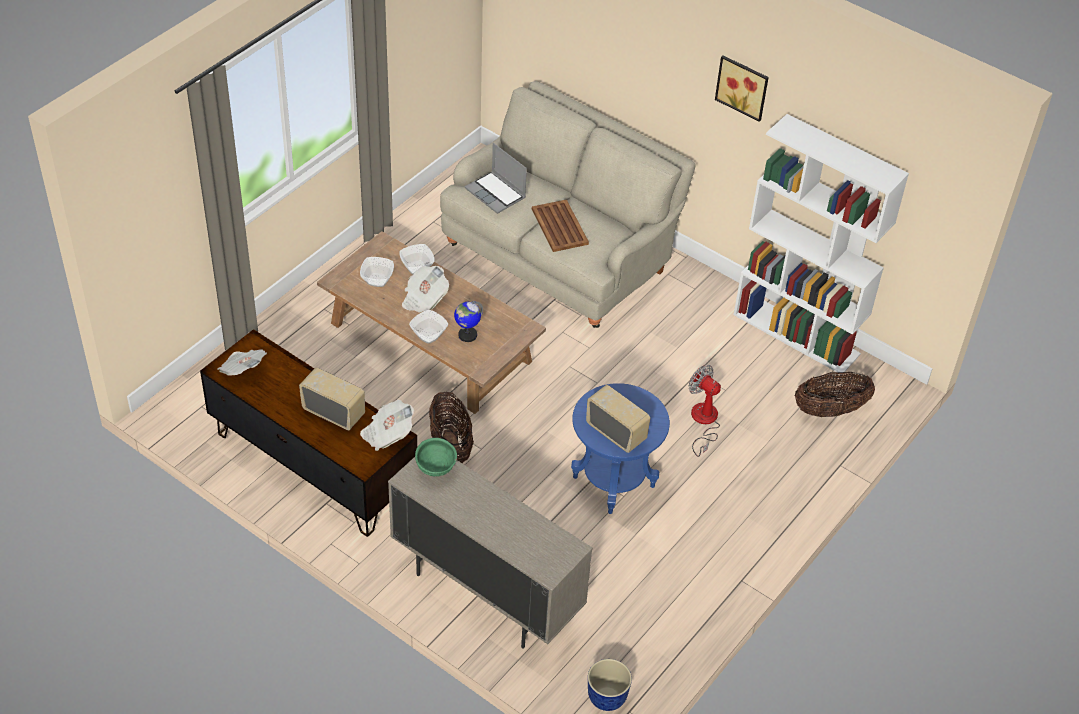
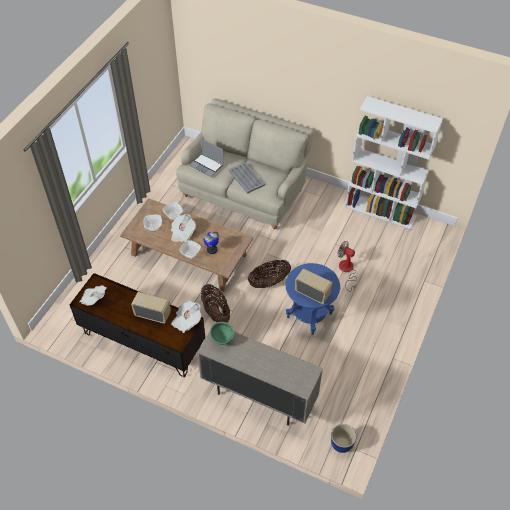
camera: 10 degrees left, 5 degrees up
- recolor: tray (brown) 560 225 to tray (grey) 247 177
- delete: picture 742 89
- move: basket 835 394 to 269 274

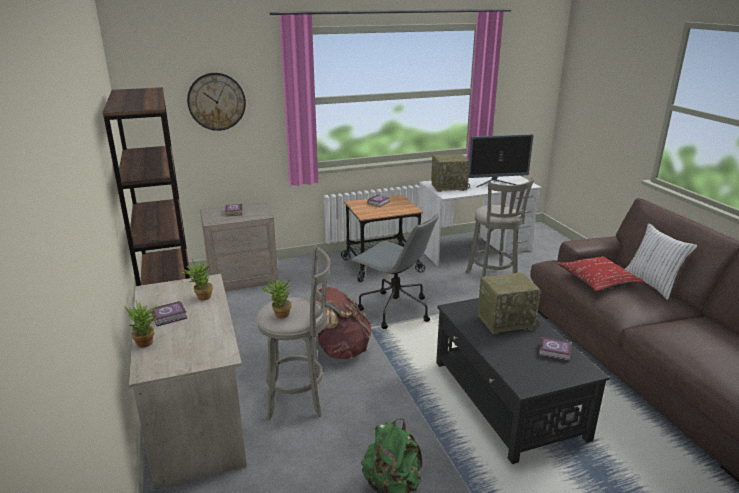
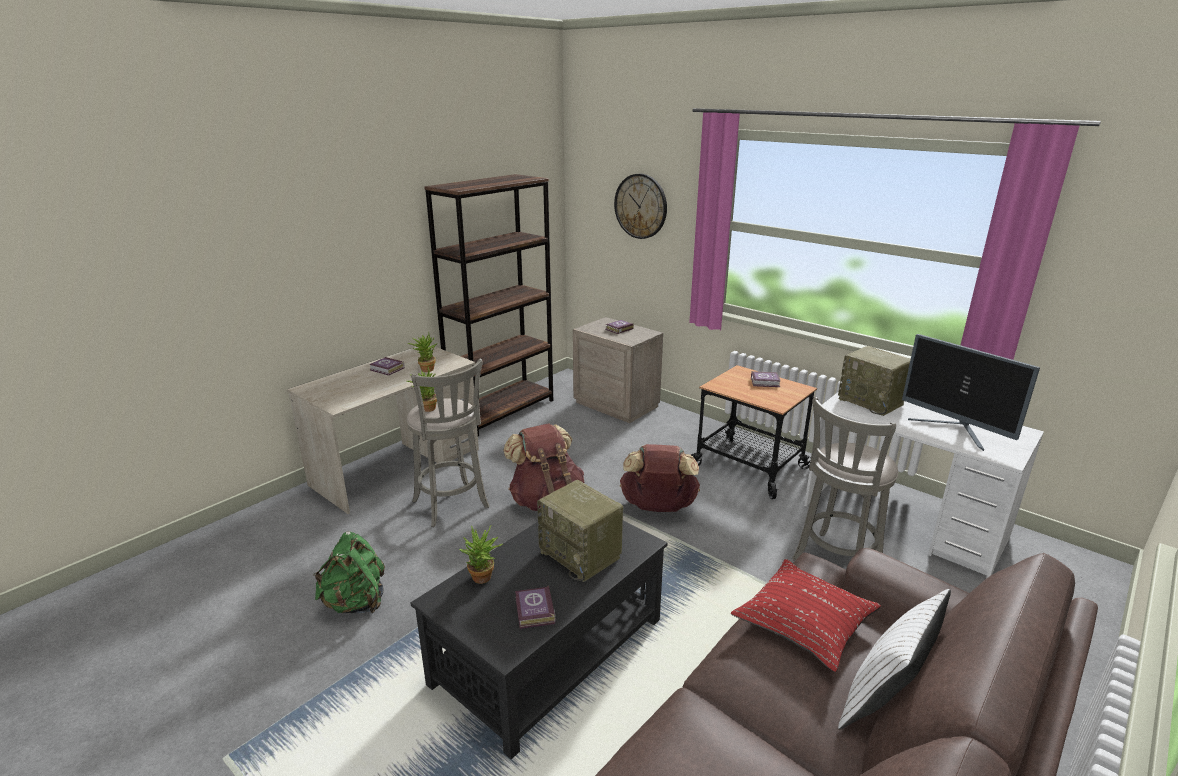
camera: 60 degrees right, 0 degrees up
- move: potted plant 142 324 to 481 554
- replace: office chair (grey) 394 271 to backpack (brown) 660 478

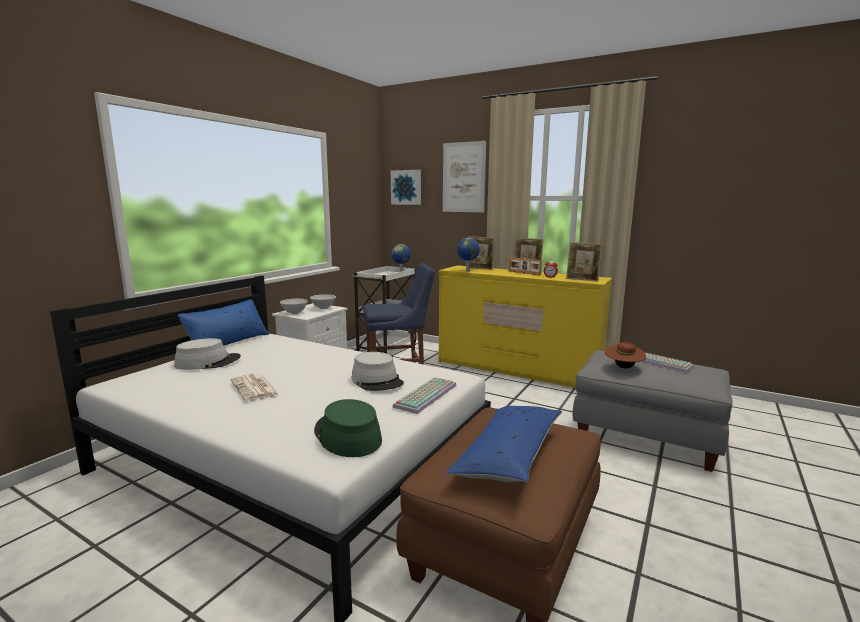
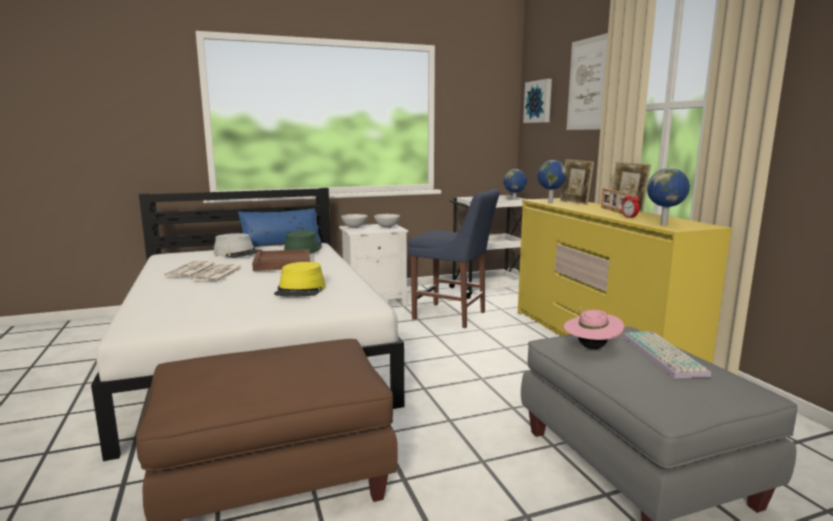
camera: 40 degrees right, 0 degrees up
- move: hat (green) 348 428 to 303 242
- recolor: hat (grey) 377 371 to hat (yellow) 300 279
- delete: keyboard 424 395
- delete: pillow (blue) 504 444
- replace: picture frame 584 262 to globe 668 196
- recolor: hat (brown) 625 355 to hat (pink) 593 328
- insert: newspaper 191 269
- insert: tray (brown) 281 260

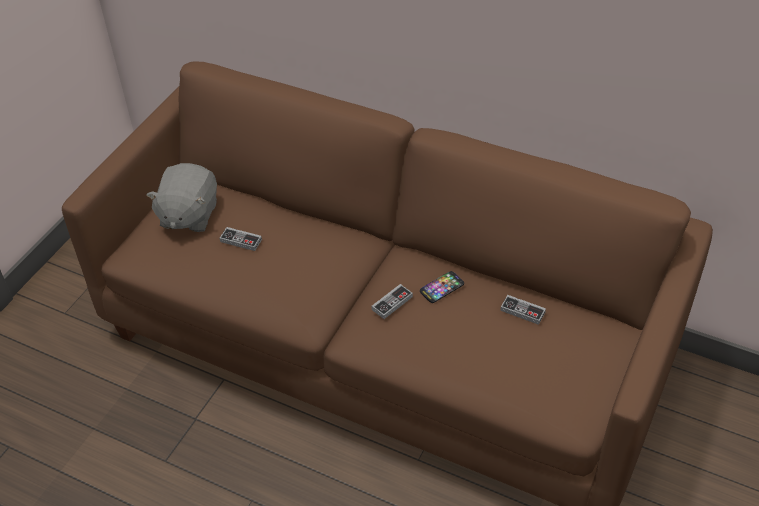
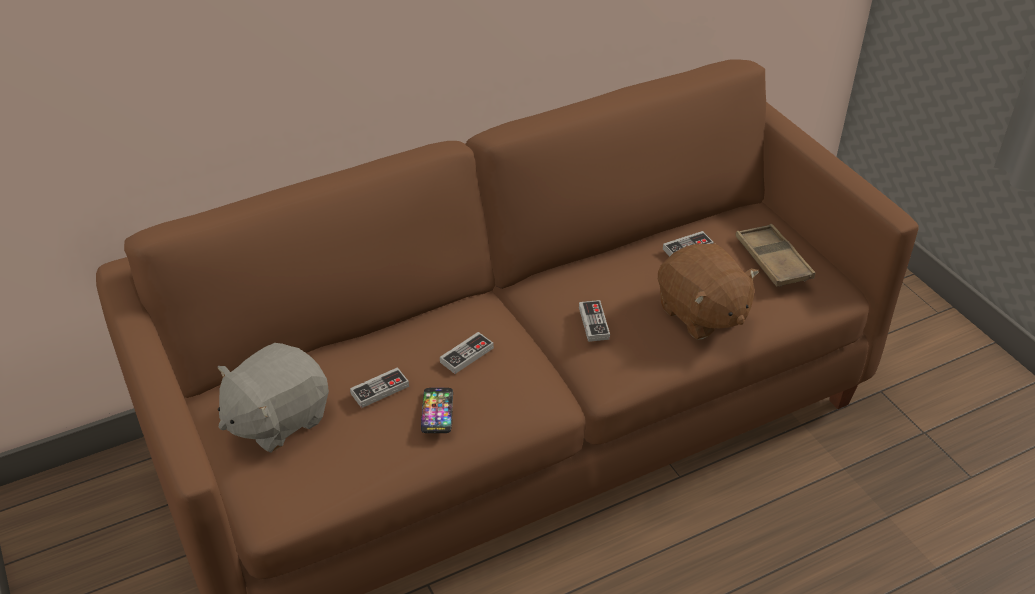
camera: 55 degrees left, 5 degrees down
- rotate: plush toy (grey) 181 197 = 273 397 90 degrees clockwise
- move: phone 442 287 to 437 410
- insert: game controller 467 353
- insert: plush toy (brown) 708 291
- insert: tray (brown) 775 255

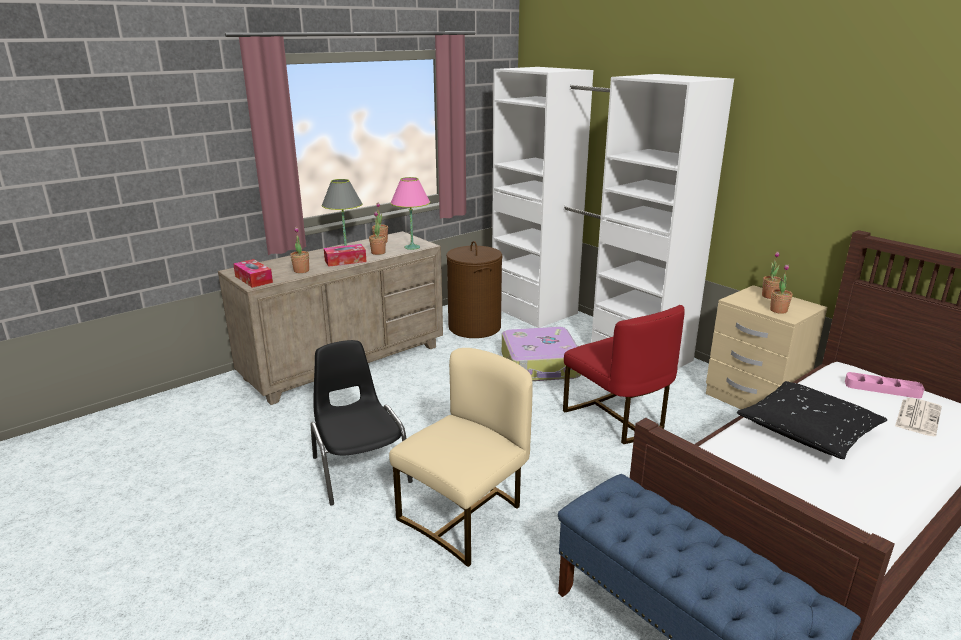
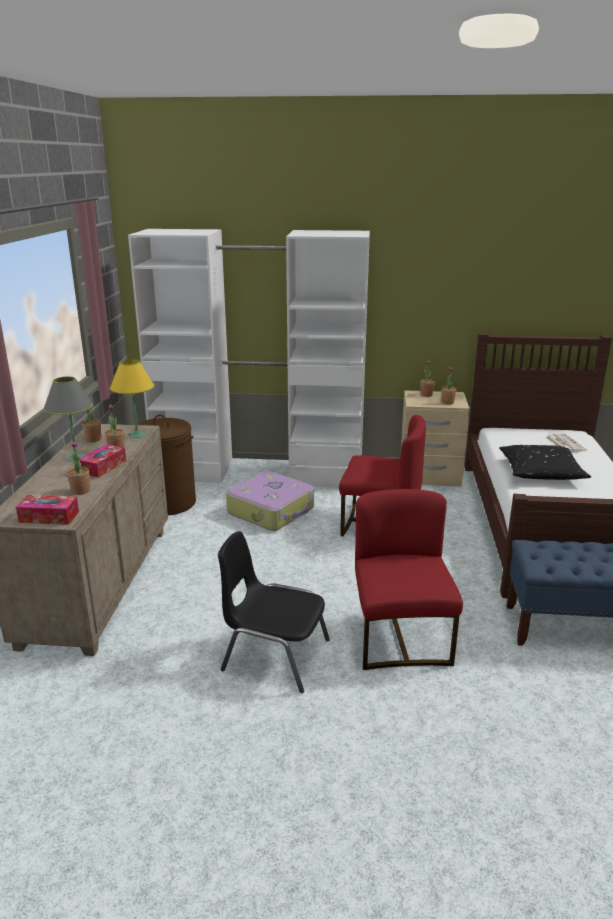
camera: 45 degrees left, 0 degrees up
- recolor: chair (beige) 461 457 to chair (red) 409 579
- recolor: table lamp (pink) 410 213 to table lamp (yellow) 132 398
- delete: tray (pink) 884 385

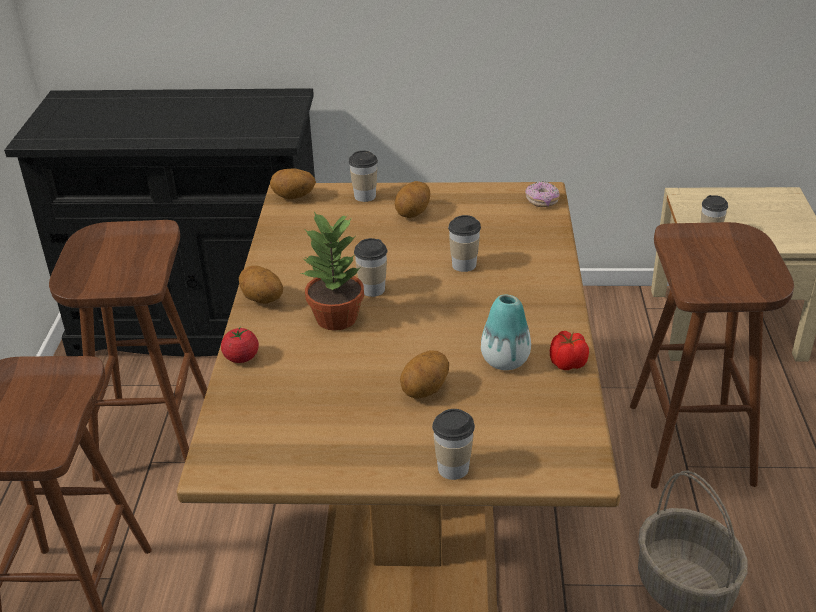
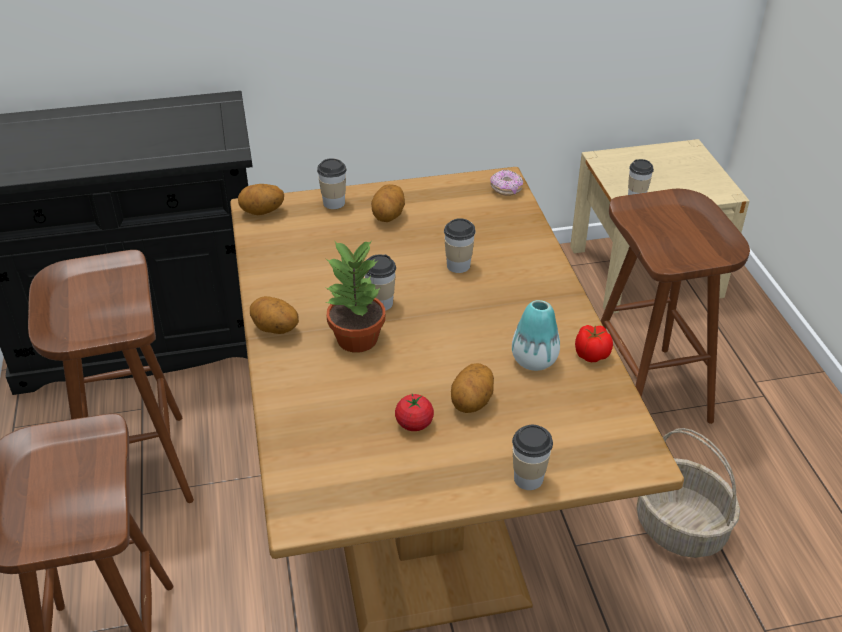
camera: 15 degrees left, 5 degrees up
- move: tomato 240 344 to 414 412

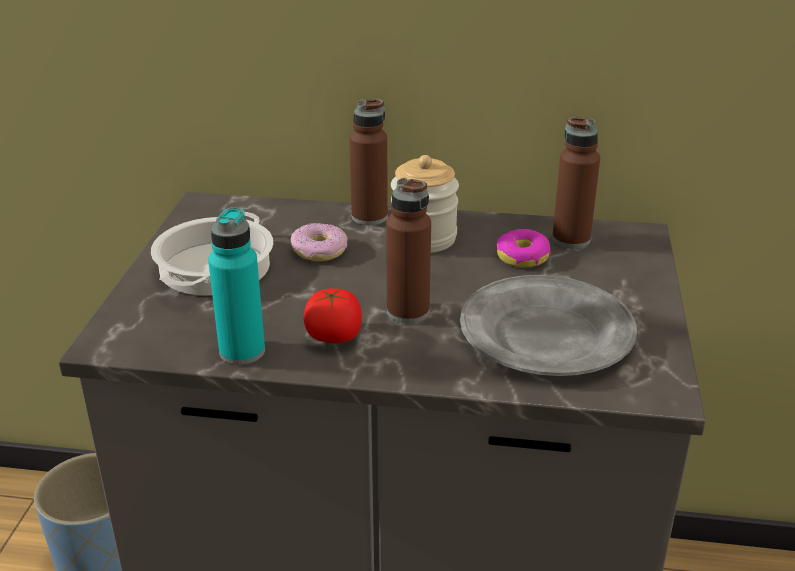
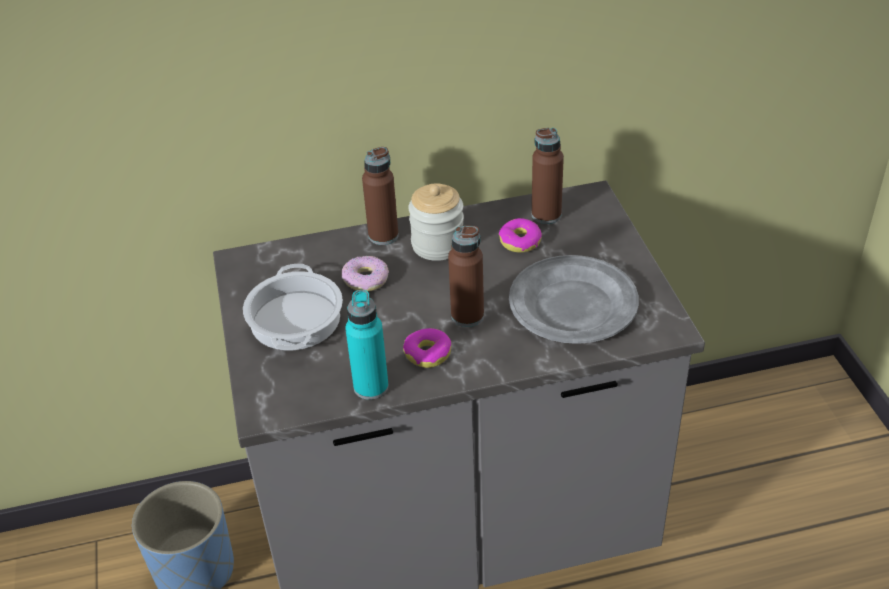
camera: 20 degrees left, 10 degrees up
- replace: tomato 333 315 to donut 427 348

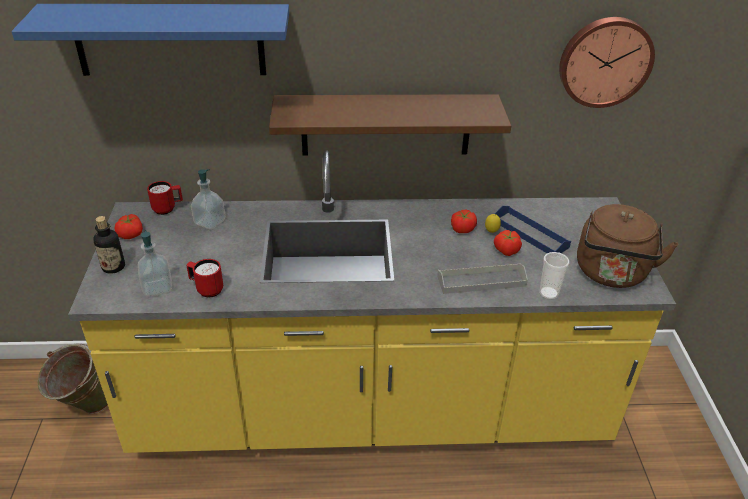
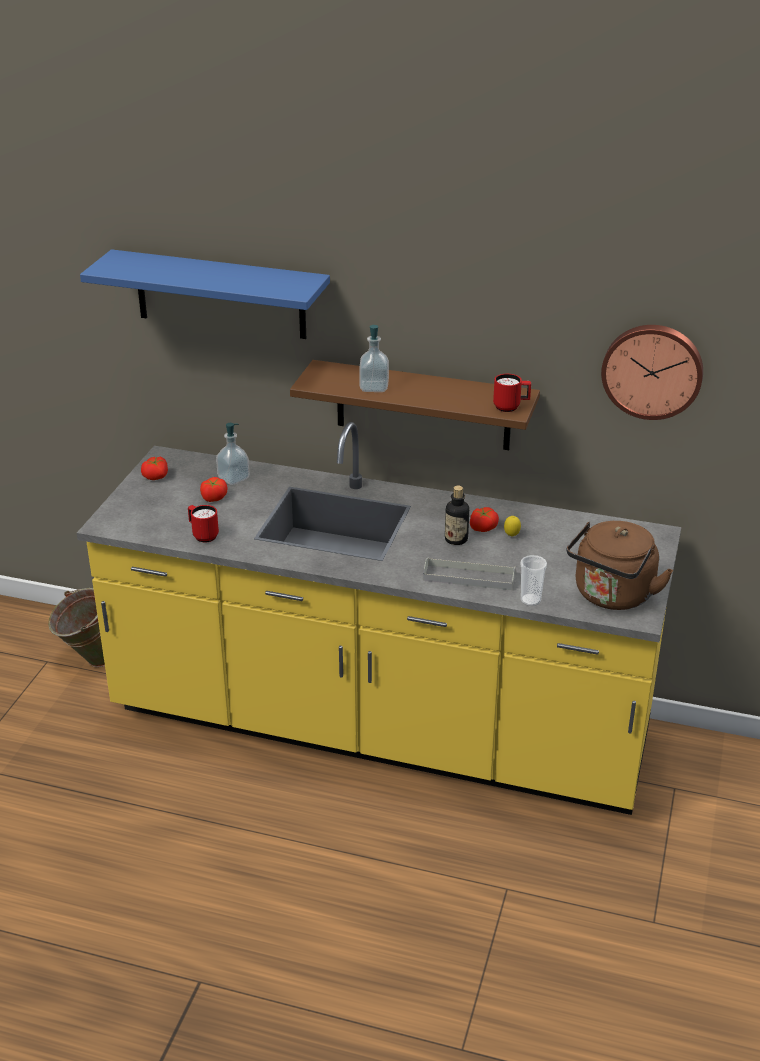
camera: 20 degrees right, 5 degrees down
- move: bottle 109 245 to 457 515
- move: soap dispenser 155 263 to 374 358
- move: mug (red) 165 198 to 512 393
- move: tomato 508 243 to 214 489
- delete: tray (blue) 533 229

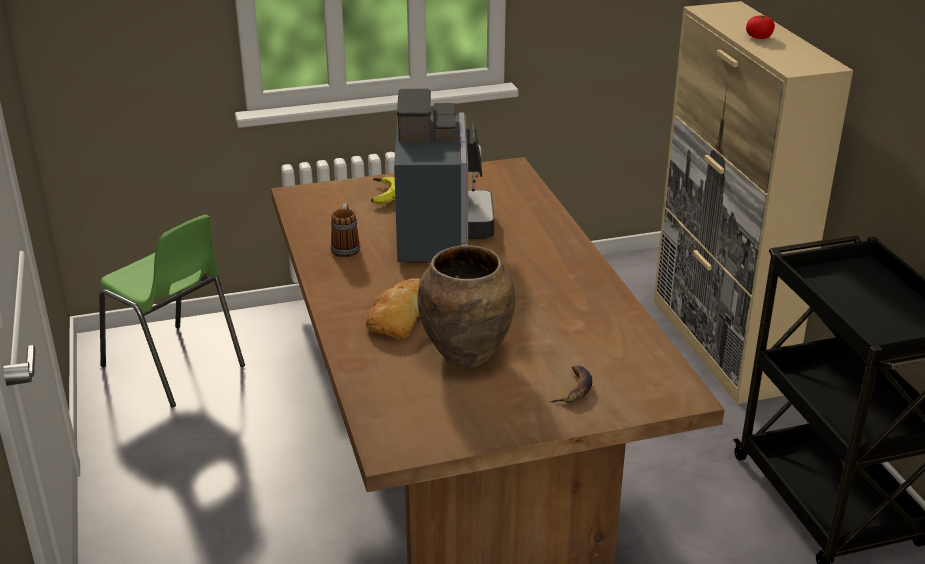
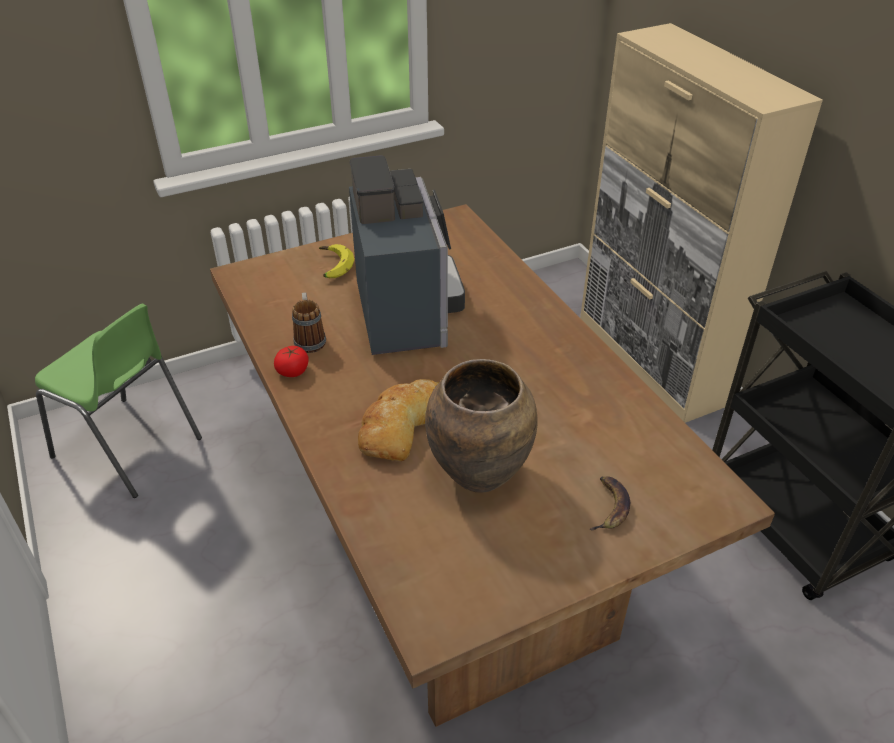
camera: 10 degrees left, 10 degrees up
- move: tomato 760 27 to 291 361

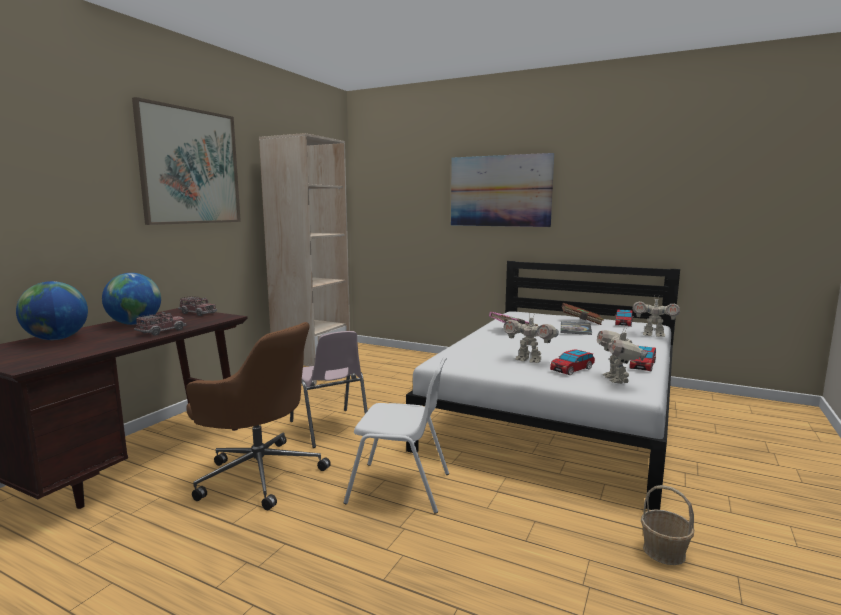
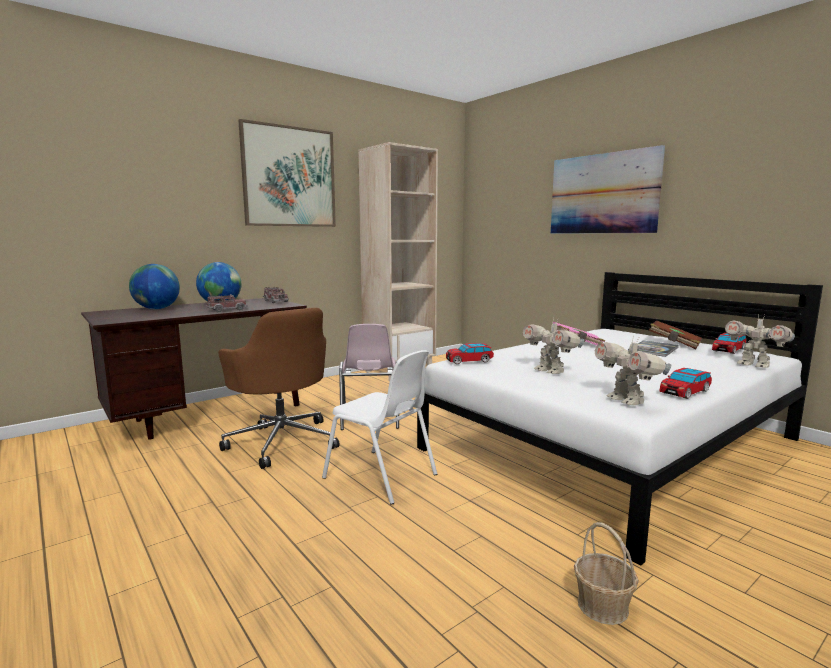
camera: 25 degrees right, 0 degrees up
- move: toy car 572 362 to 470 353
- rotate: toy robot 622 355 = 633 370 45 degrees counterclockwise

